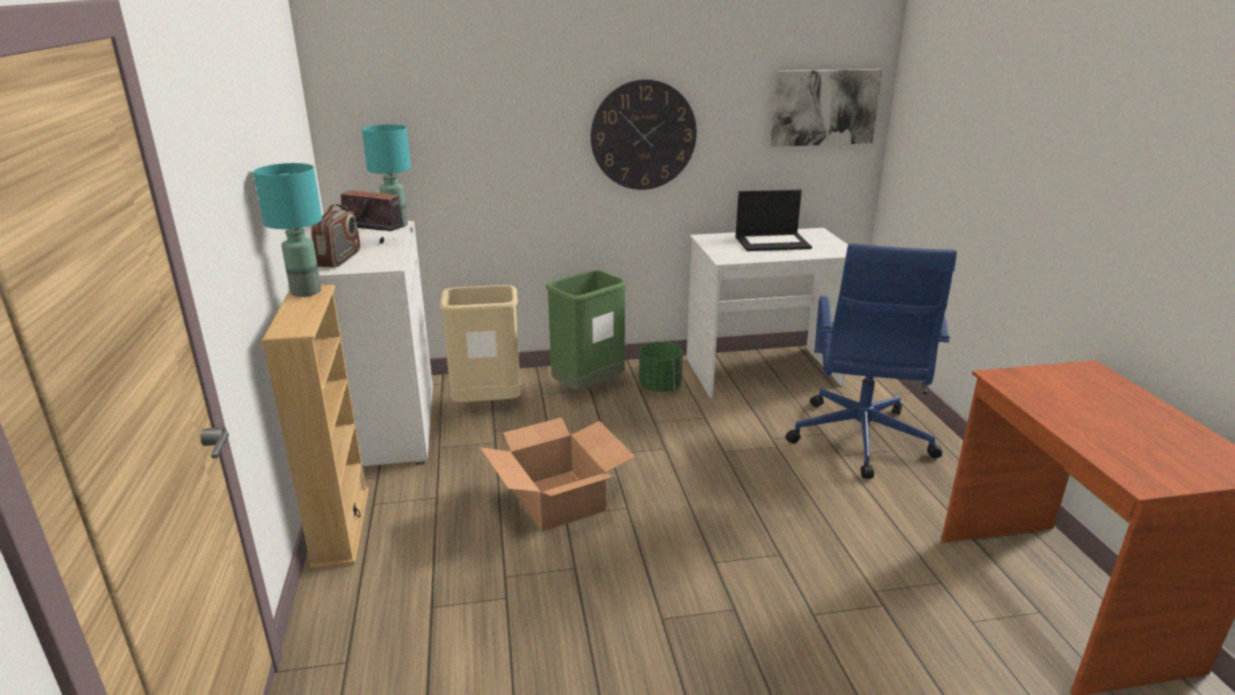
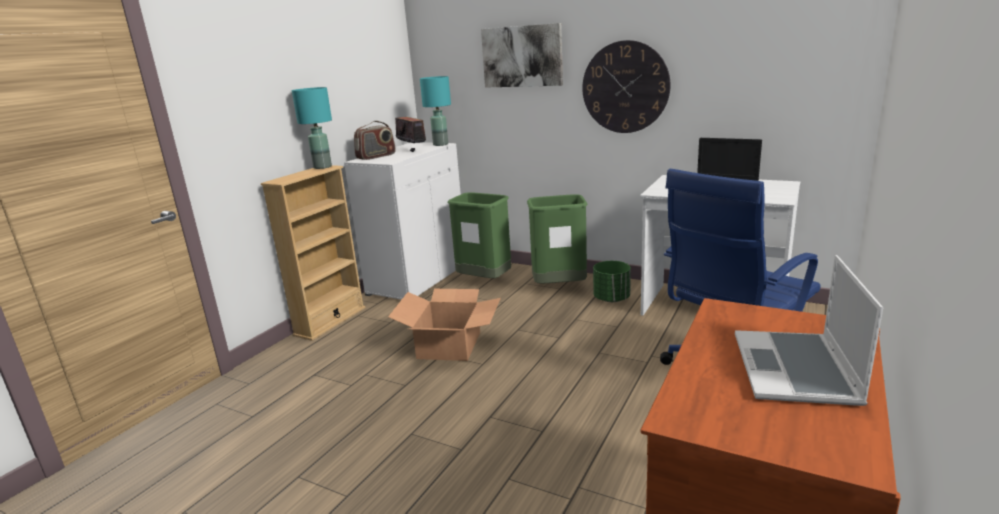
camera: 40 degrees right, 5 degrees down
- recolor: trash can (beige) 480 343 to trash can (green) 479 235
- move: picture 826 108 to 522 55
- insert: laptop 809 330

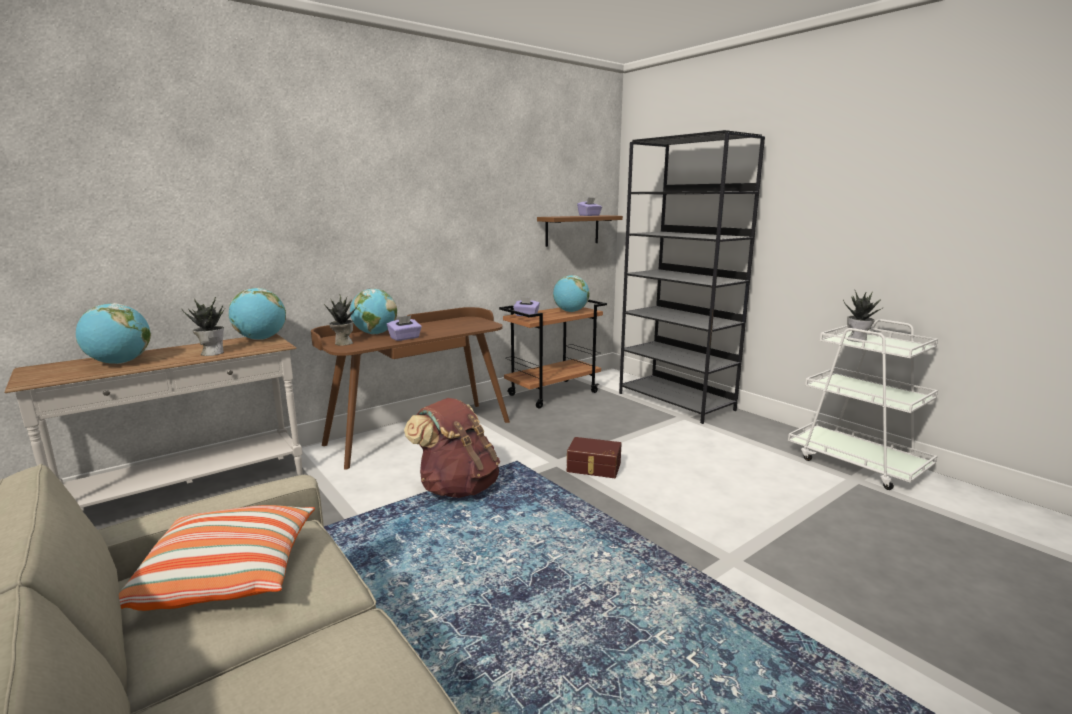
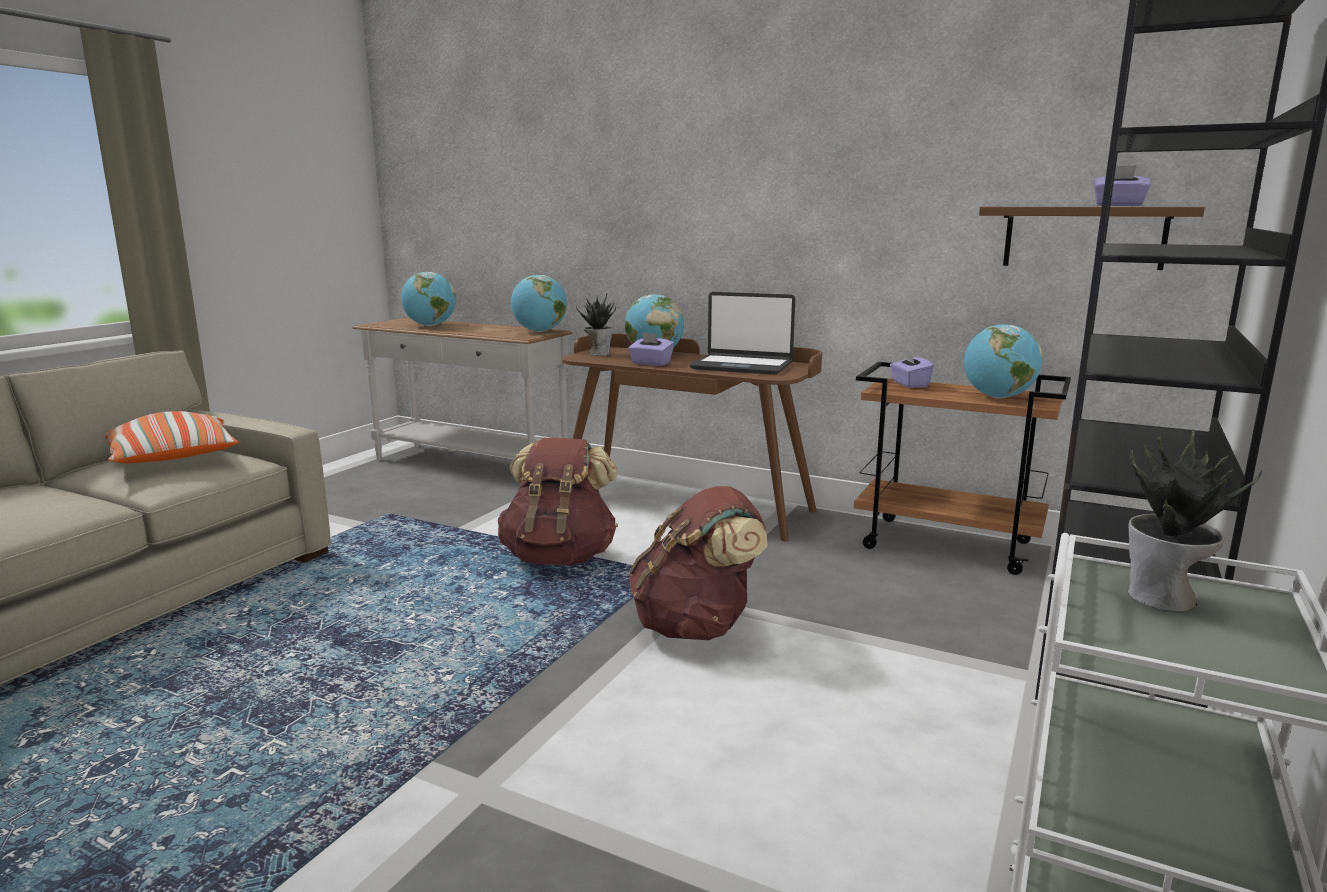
camera: 65 degrees right, 0 degrees up
- delete: potted plant 203 326
- replace: storage box (brown) 594 457 to backpack (brown) 698 563
- insert: laptop 742 333

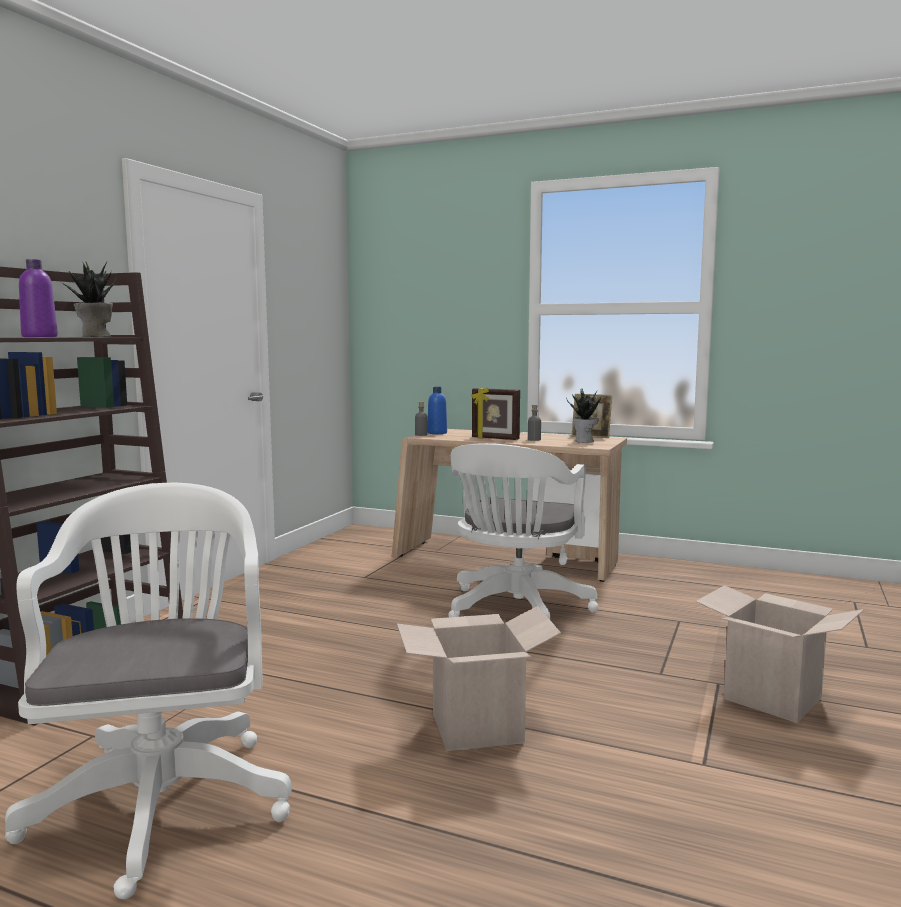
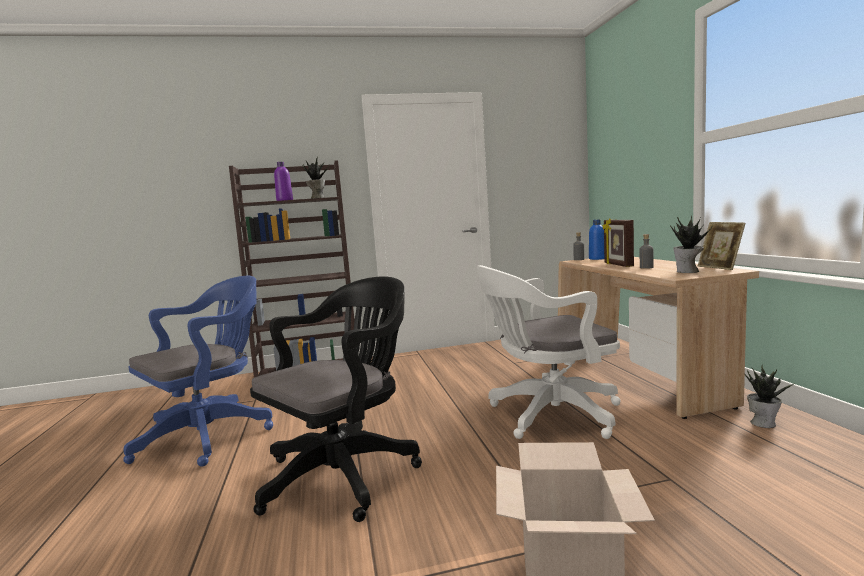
camera: 55 degrees right, 0 degrees up
- recolor: office chair (white) 148 691 to office chair (blue) 198 371
- replace: cardboard box 479 678 to office chair (black) 336 399
- insert: potted plant 770 397

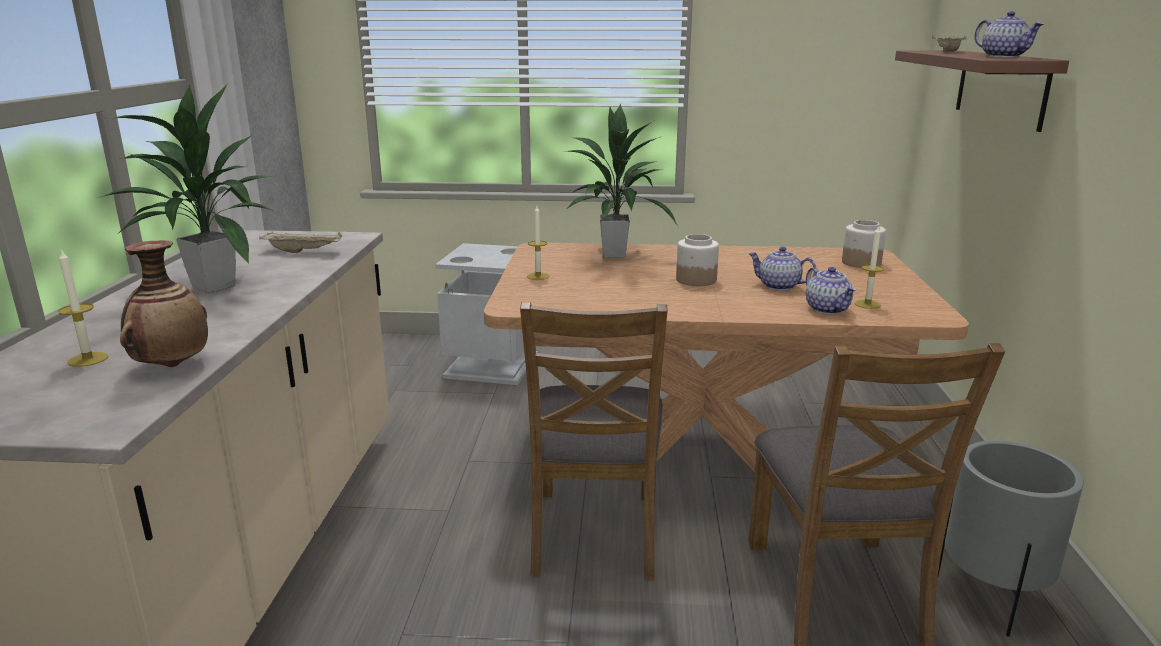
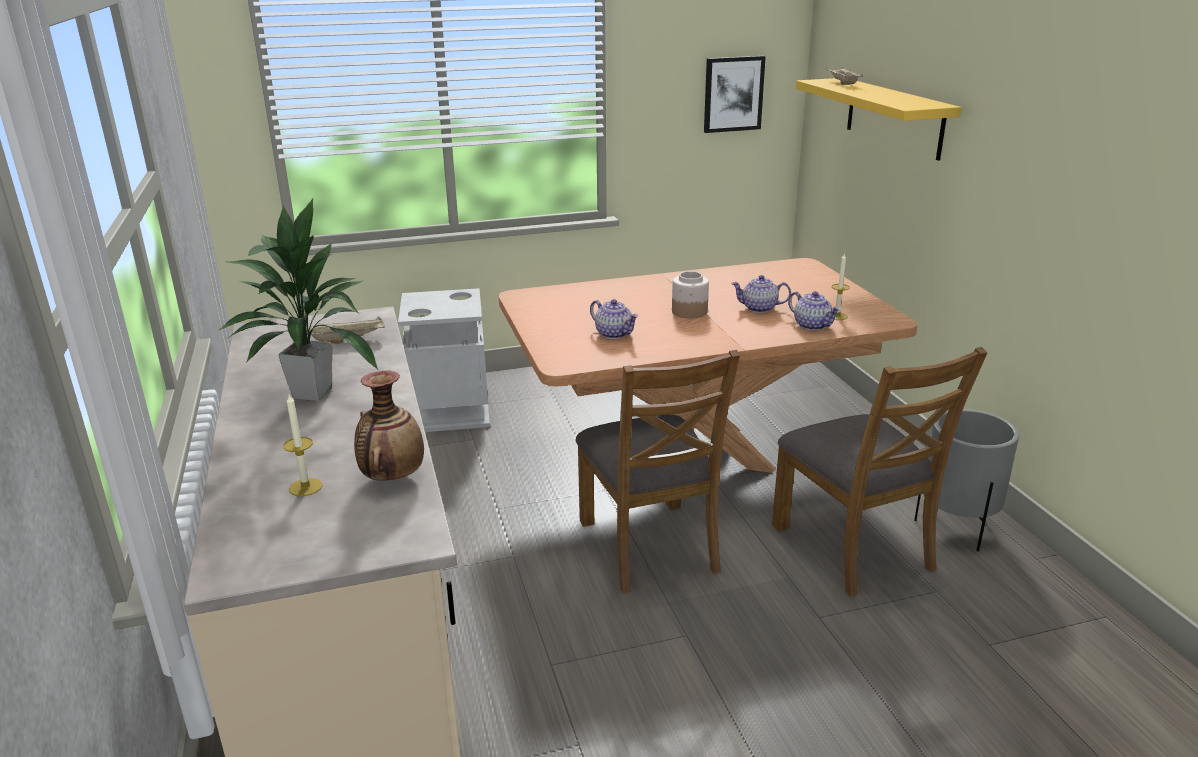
camera: 20 degrees left, 5 degrees up
- delete: candle 538 243
- delete: potted plant 620 181
- delete: jar 864 244
- recolor: shelf (brown) 982 91 to shelf (yellow) 879 119
- move: teapot 1009 34 to 614 319
- insert: picture 735 94

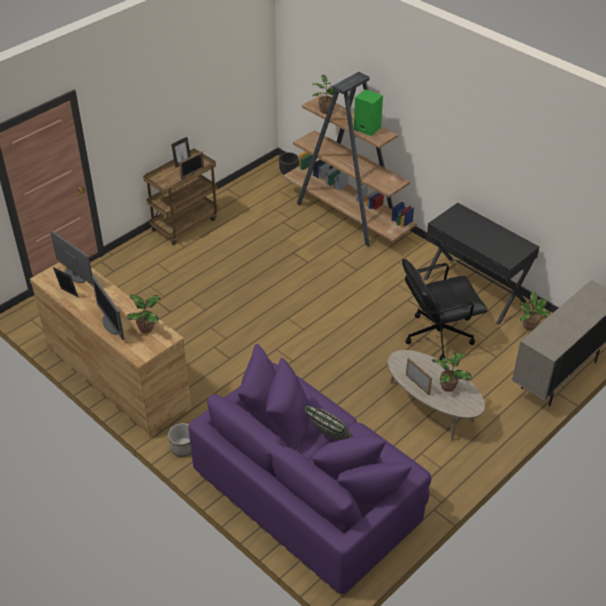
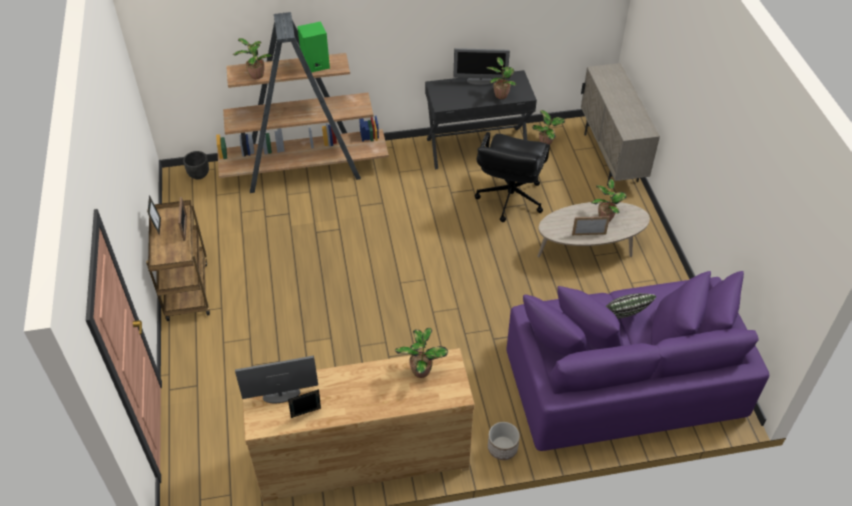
camera: 55 degrees left, 5 degrees up
- move: monitor 108 307 to 481 66
- insert: potted plant 501 78

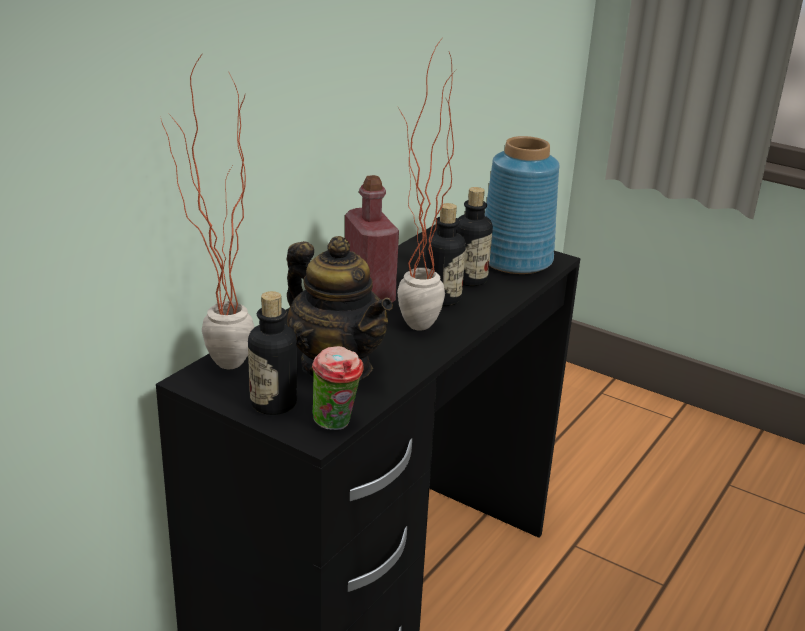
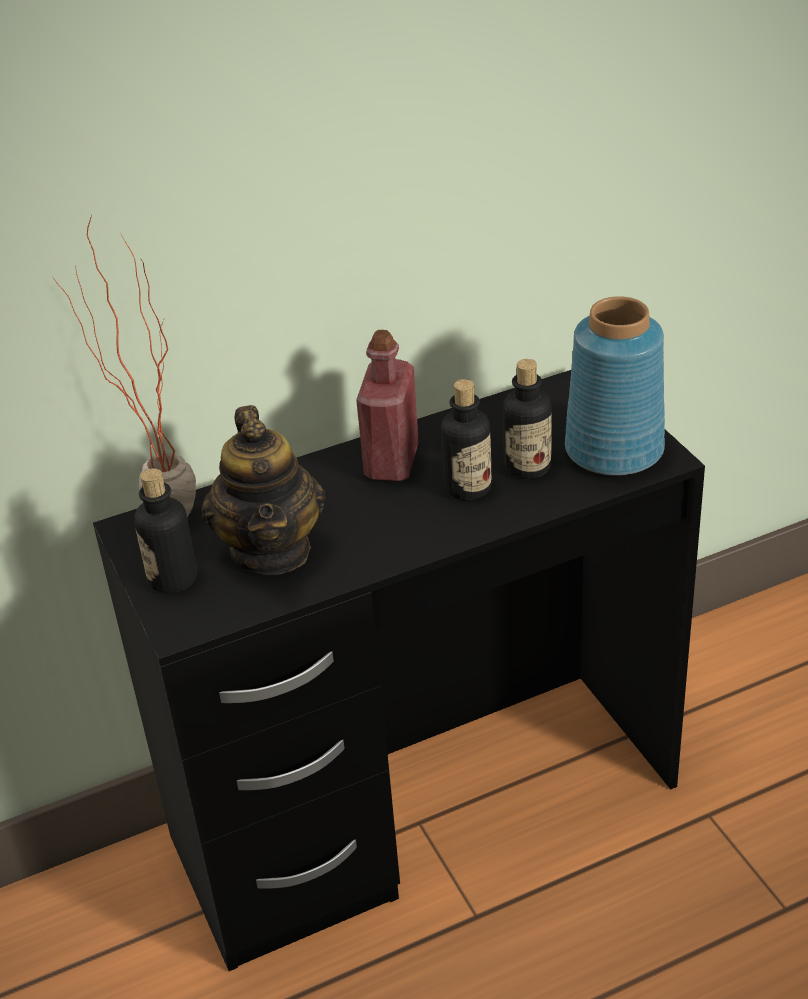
camera: 35 degrees right, 10 degrees up
- delete: cup 338 388
- delete: potted plant 426 185

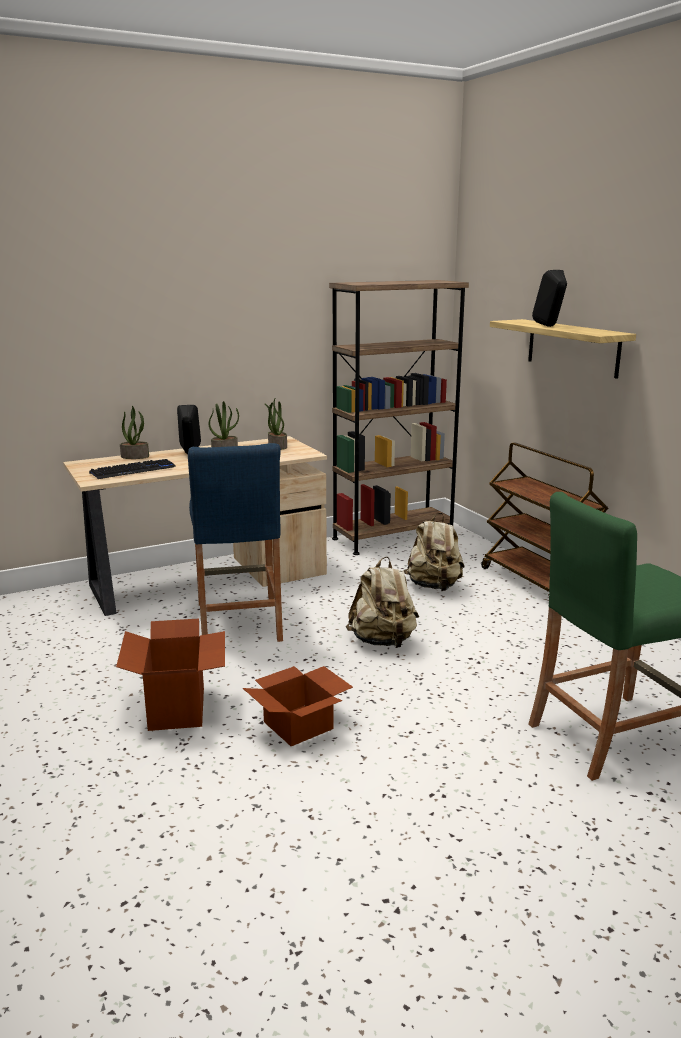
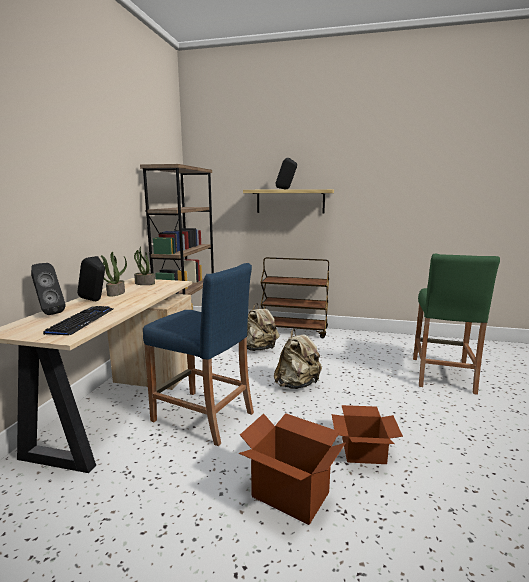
camera: 50 degrees left, 5 degrees down
- replace: potted plant 134 432 to speaker (black) 48 289

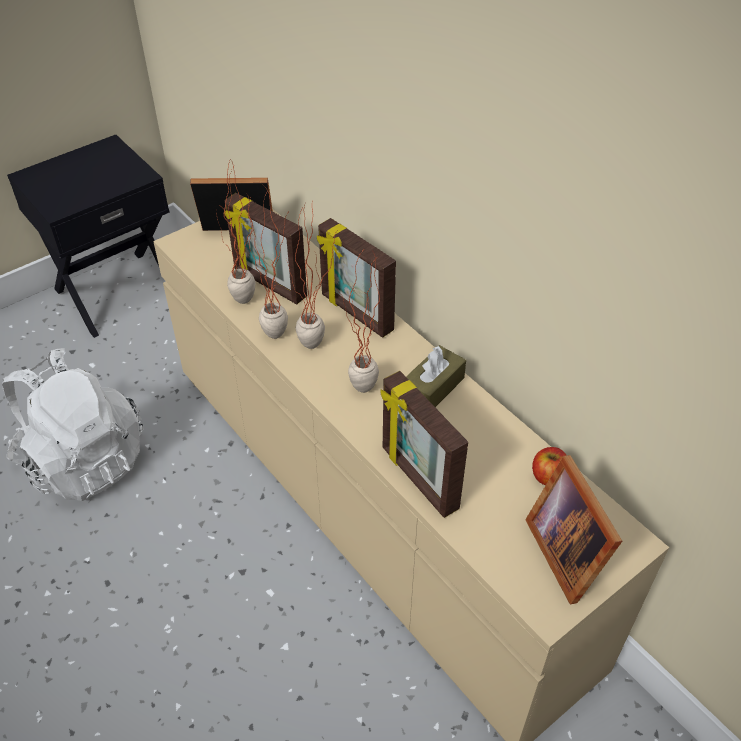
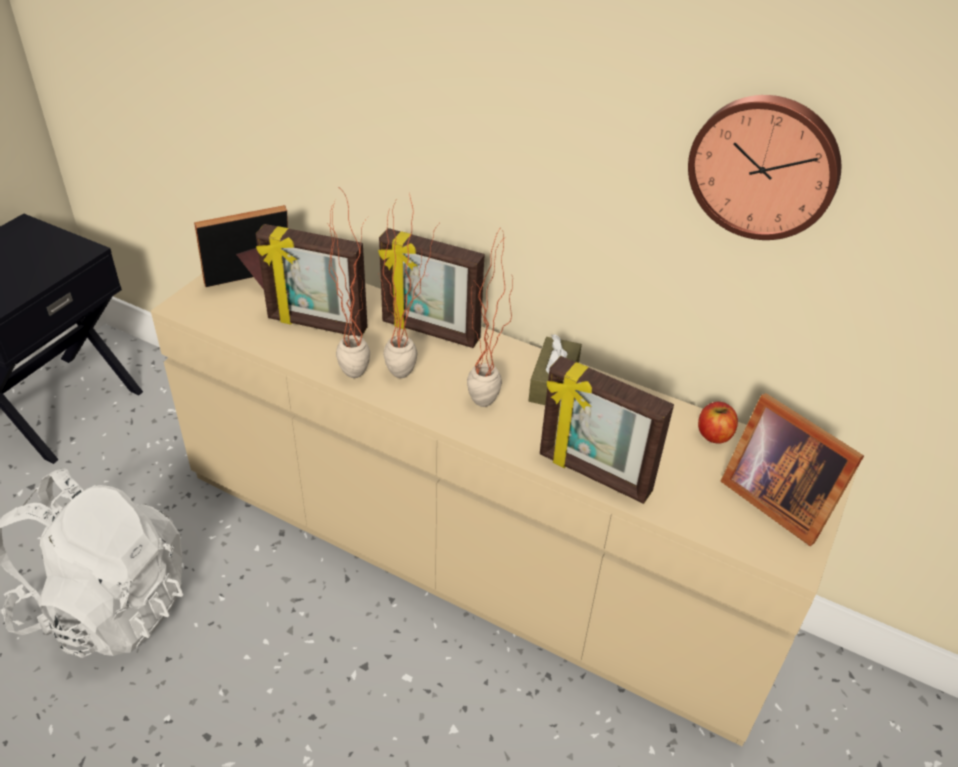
camera: 25 degrees left, 5 degrees down
- delete: potted plant 235 231
- insert: wall clock 764 167

